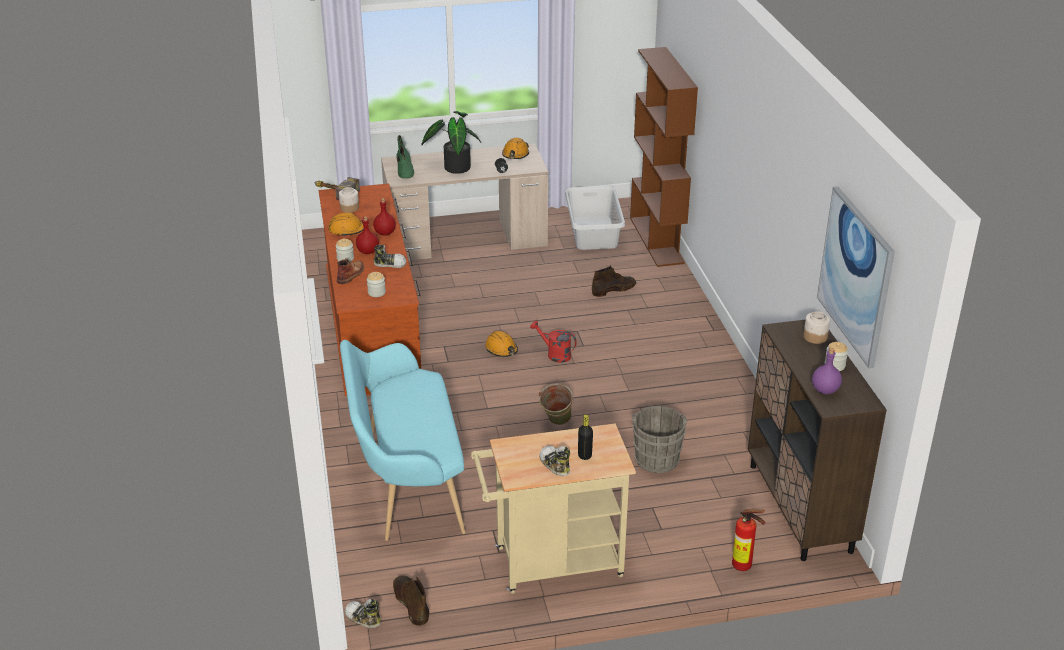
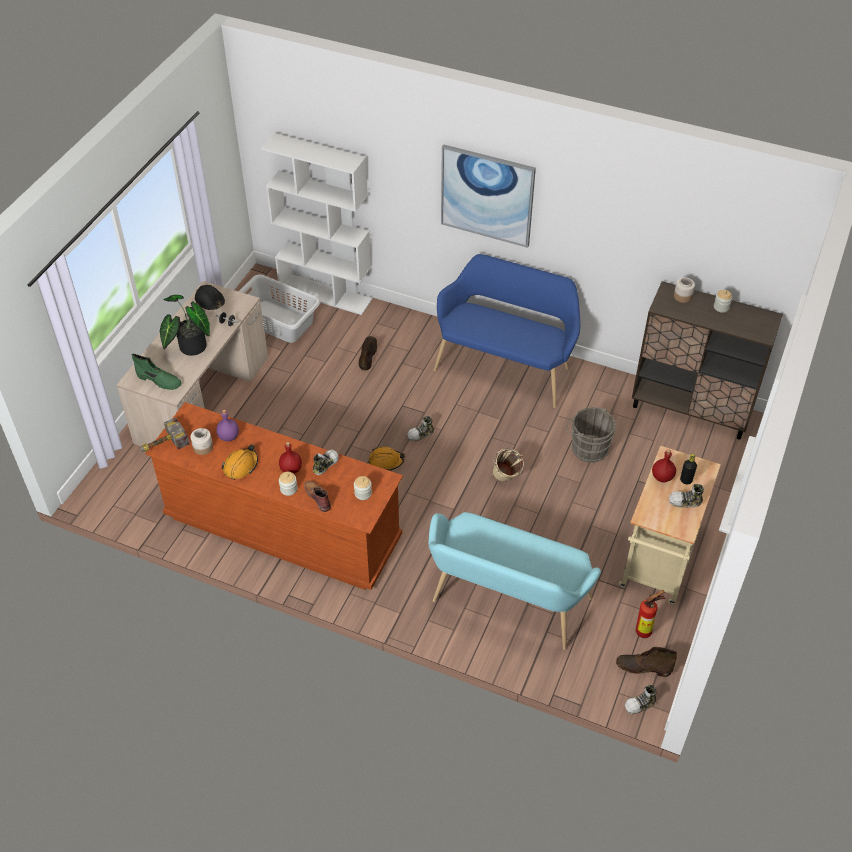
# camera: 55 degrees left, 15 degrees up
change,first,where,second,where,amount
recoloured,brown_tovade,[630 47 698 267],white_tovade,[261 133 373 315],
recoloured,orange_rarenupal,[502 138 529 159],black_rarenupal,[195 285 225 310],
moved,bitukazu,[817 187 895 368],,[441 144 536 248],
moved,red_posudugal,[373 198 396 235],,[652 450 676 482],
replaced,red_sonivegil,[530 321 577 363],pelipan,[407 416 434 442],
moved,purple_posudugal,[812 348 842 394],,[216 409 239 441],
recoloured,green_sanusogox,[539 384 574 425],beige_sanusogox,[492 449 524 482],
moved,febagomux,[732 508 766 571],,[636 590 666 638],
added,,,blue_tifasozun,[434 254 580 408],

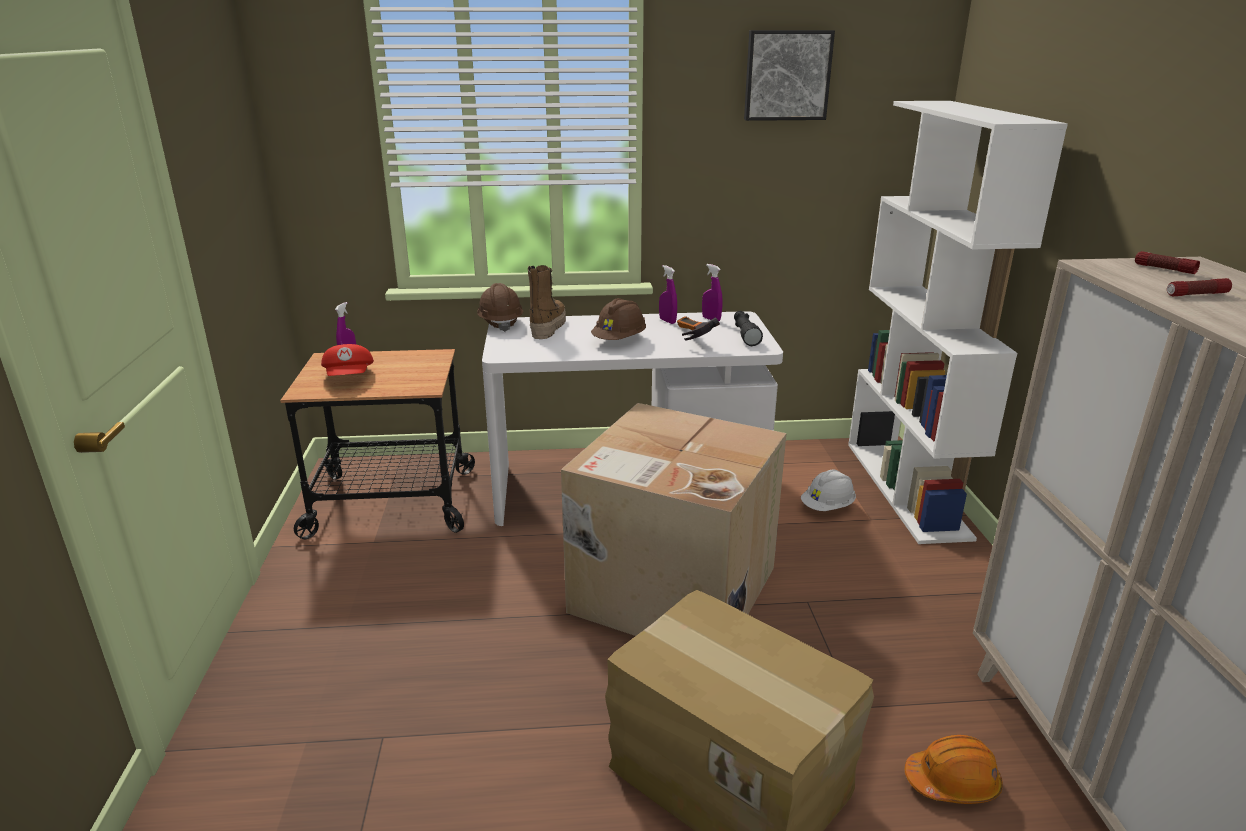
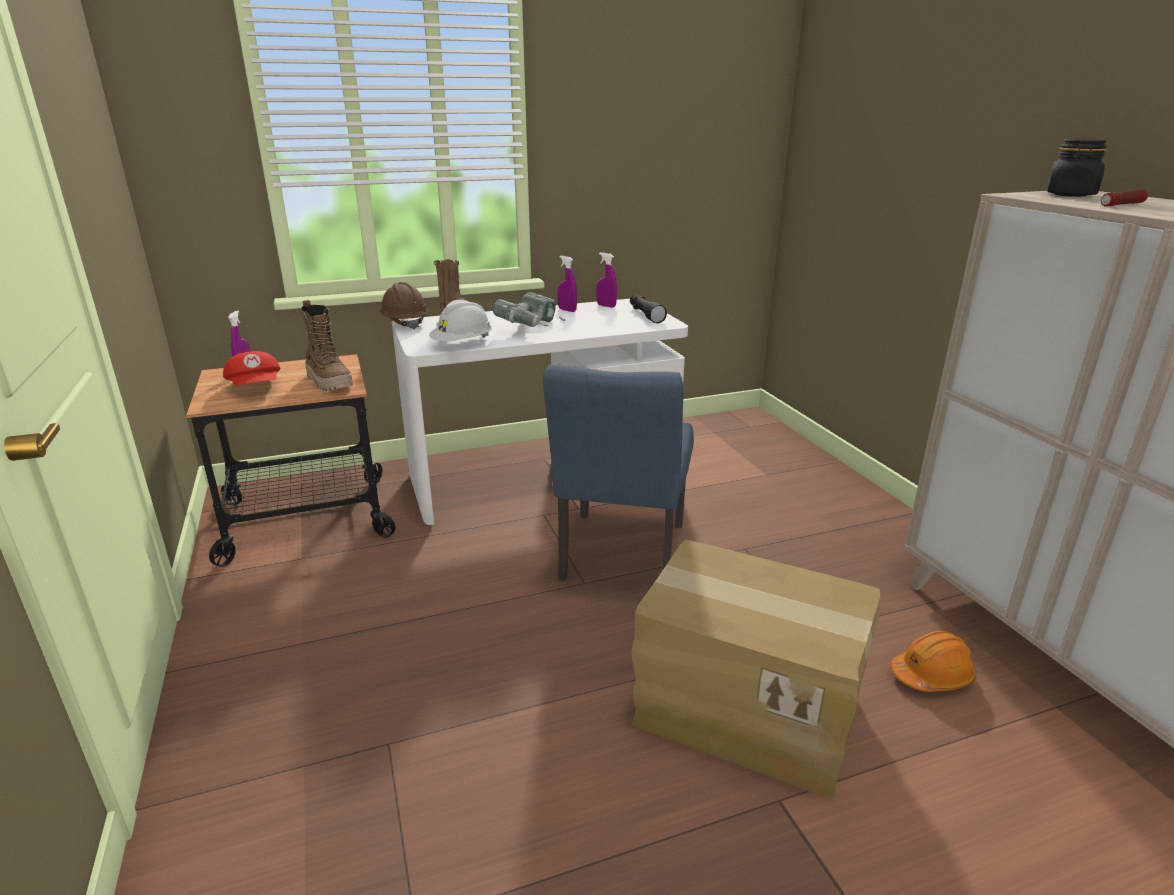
# camera: 15 degrees left, 0 degrees up
change,first,where,second,where,amount
removed,bitukazu,[744 30 835 121],,,
removed,white_tovade,[848 101 1068 544],,,
replaced,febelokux,[1135 251 1200 274],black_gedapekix,[1046 138 1107 197],
replaced,brown_rarenupal,[591 298 646 340],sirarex,[493 292 565 327],
removed,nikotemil,[677 316 720 340],,,
replaced,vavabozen,[561 403 786 636],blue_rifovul,[543 364 694 581],
moved,white_rarenupal,[801 470 856 511],,[429 300 492 342],
added,,,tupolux,[301 300 353 391],

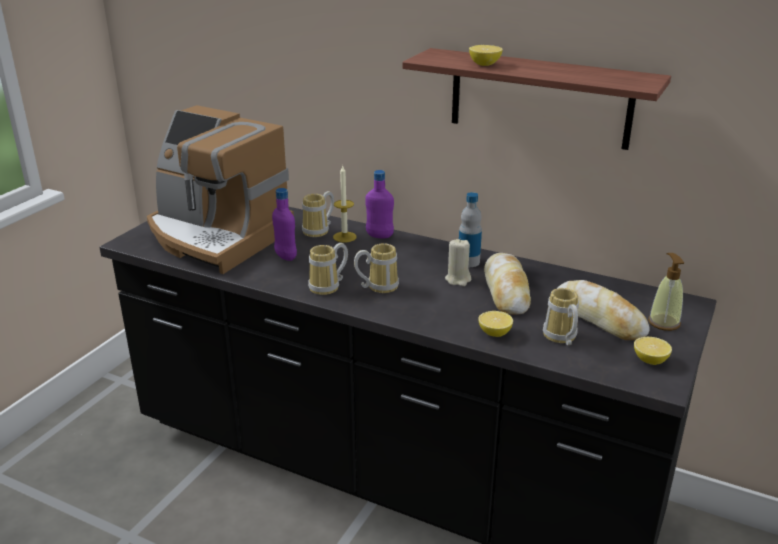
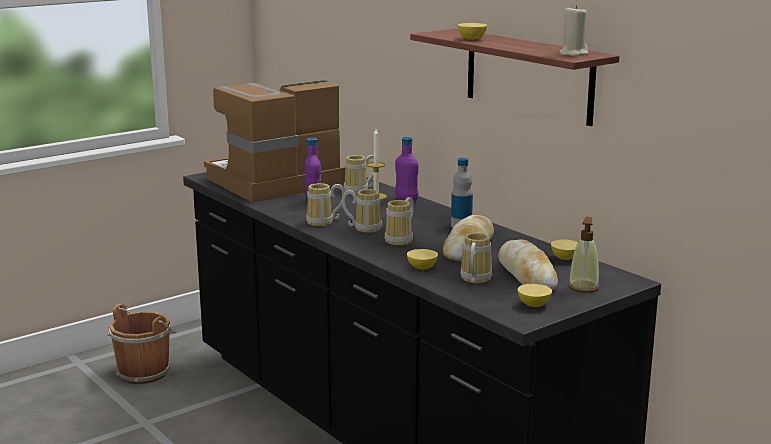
# camera: 25 degrees right, 10 degrees down
change,first,where,second,where,amount
turned,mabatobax,[147 105 294 274],,[204 80 346 203],90 degrees clockwise
moved,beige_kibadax,[445 239 471 286],,[560 5 588 56],
added,,,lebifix,[385 197 414 245],
added,,,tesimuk,[551 240 578 260],
added,,,brown_sanusogox,[108 304 177 384],

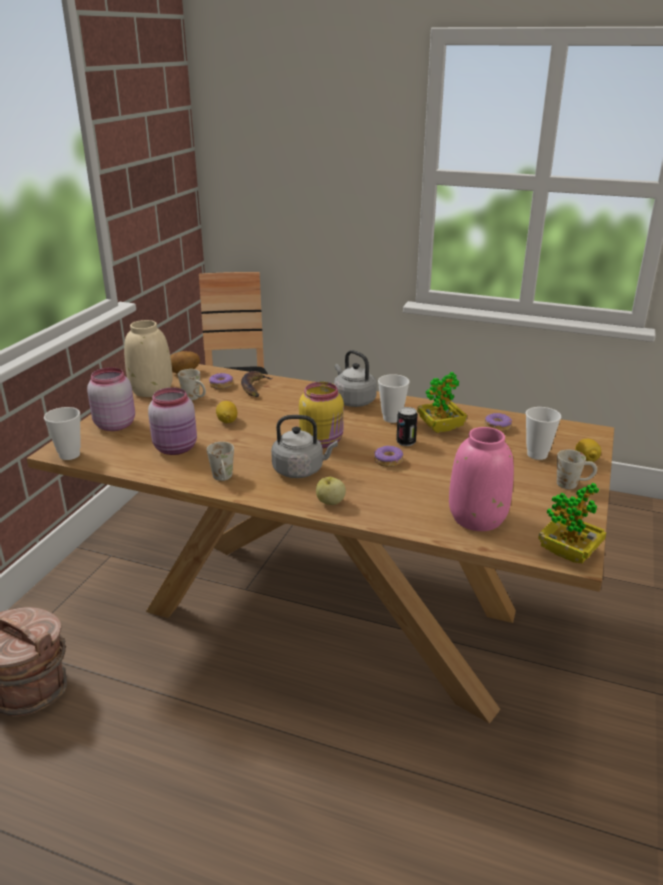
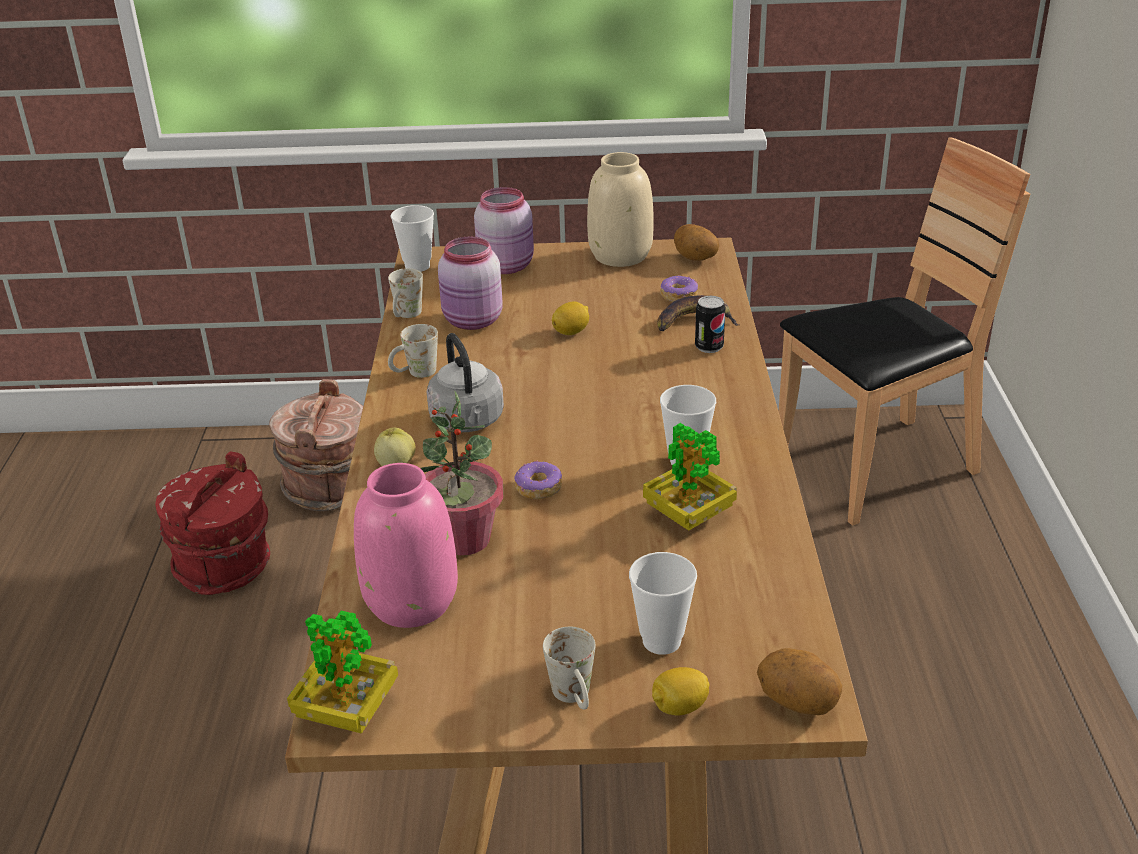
# camera: 70 degrees right, 5 degrees up
change,first,where,second,where,amount
removed,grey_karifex,[334 350 377 407],,,
moved,white_lebifix,[178 369 206 400],,[388 268 423 318],
removed,yellow_gedapekix,[299 382 344 448],,,
moved,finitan,[396 407 418 446],,[695 296 725 353],
removed,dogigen,[485 413 512 432],,,
added,,,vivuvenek,[420 391 503 555],
added,,,red_sanusogox,[155 451 270 595],
added,,,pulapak,[757 648 842 715],

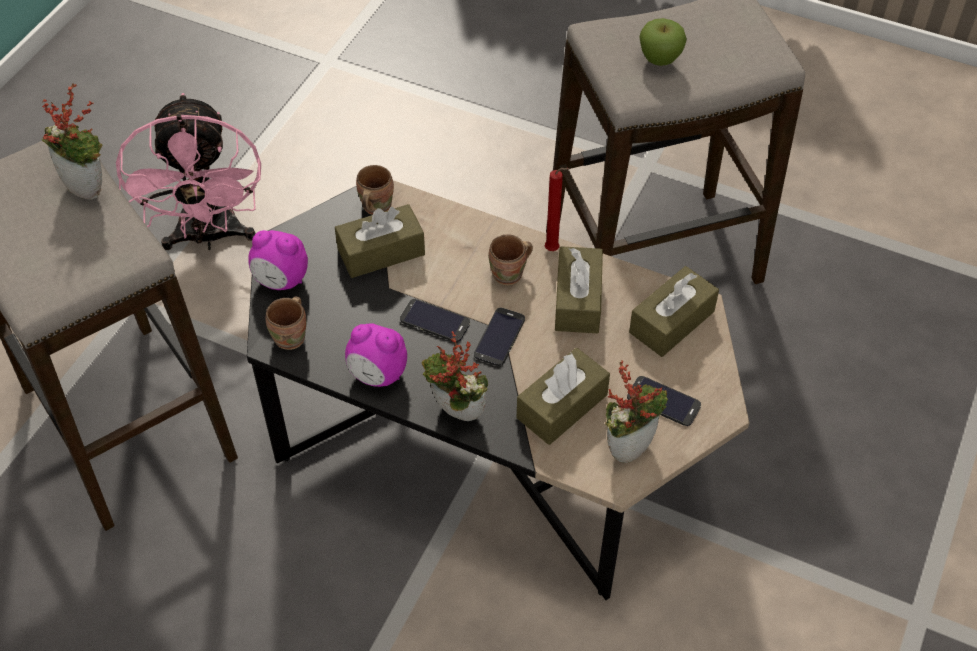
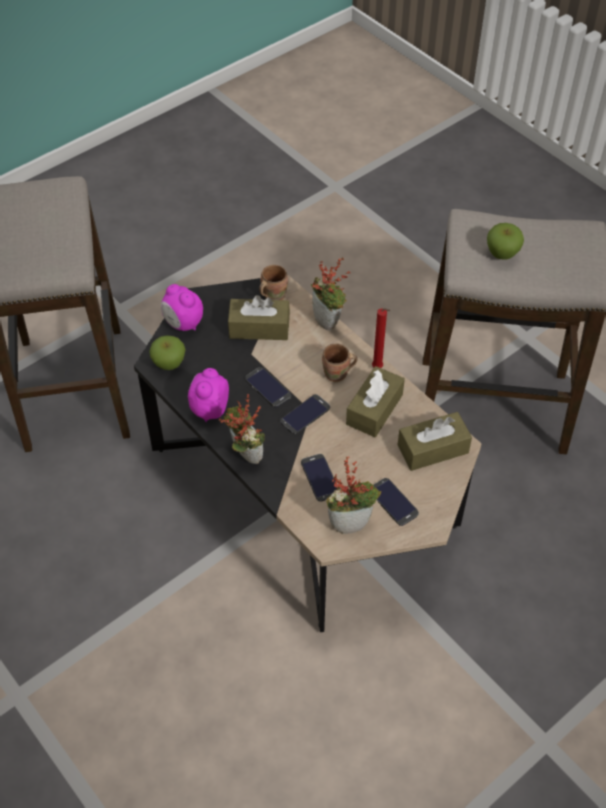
# camera: 25 degrees right, 0 degrees up
change,first,where,second,where,amount
moved,vivuvenek,[41 83 103 200],,[311 257 350 330],
removed,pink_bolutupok,[116 93 261 250],,,
replaced,brown_lebifix,[266 296 307 350],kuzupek,[149 336 186 370],
turned,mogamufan,[345 323 407 387],,[188 368 229 422],60 degrees clockwise
replaced,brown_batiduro,[517 348 610 445],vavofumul,[301 454 336 502],

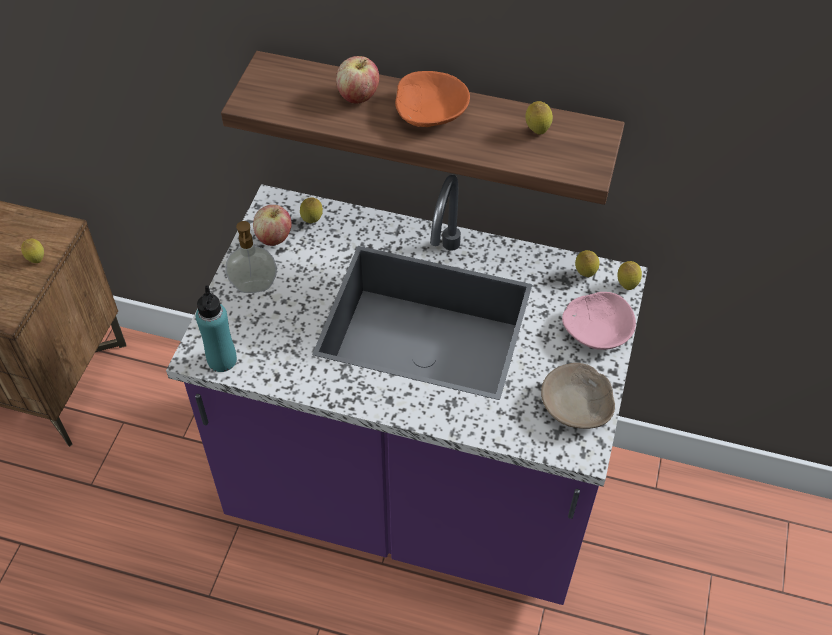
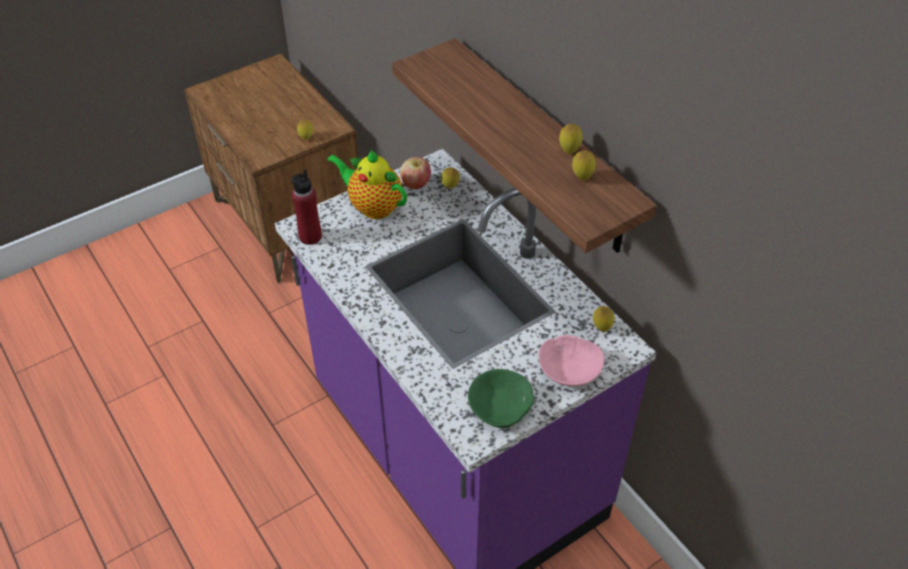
# camera: 40 degrees right, 5 degrees down
change,first,where,second,where,amount
removed,kuzupek,[336 56 379 104],,,
removed,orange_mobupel,[395 71 470 127],,,
replaced,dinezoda,[225 221 277 293],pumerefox,[327 149 407 219],
moved,tesimuk,[618 261 642 290],,[559 123 583 154],
recoloured,turquoise_posudugal,[196 286 237 372],red_posudugal,[291 169 322 245],
recoloured,beige_mobupel,[541 363 615 429],green_mobupel,[468 369 534 428],

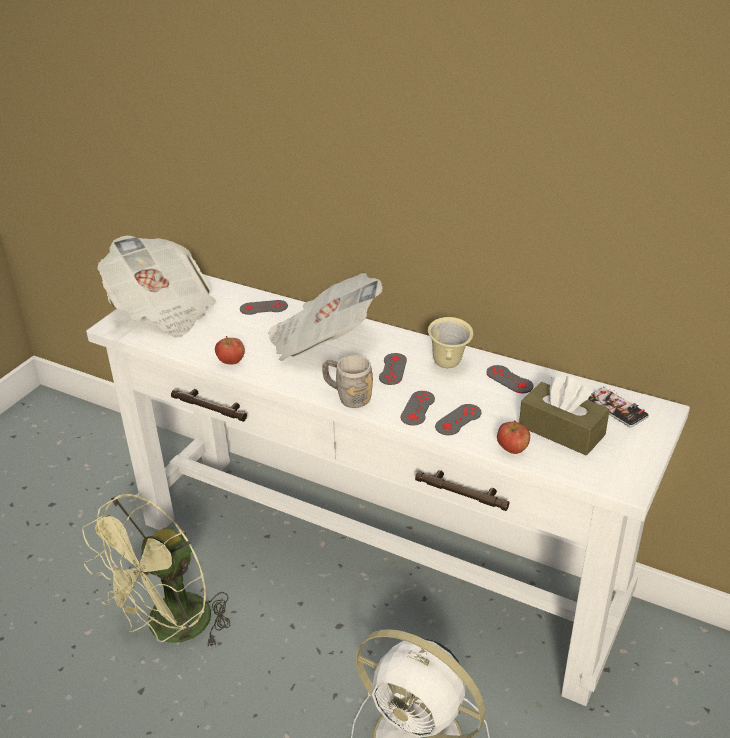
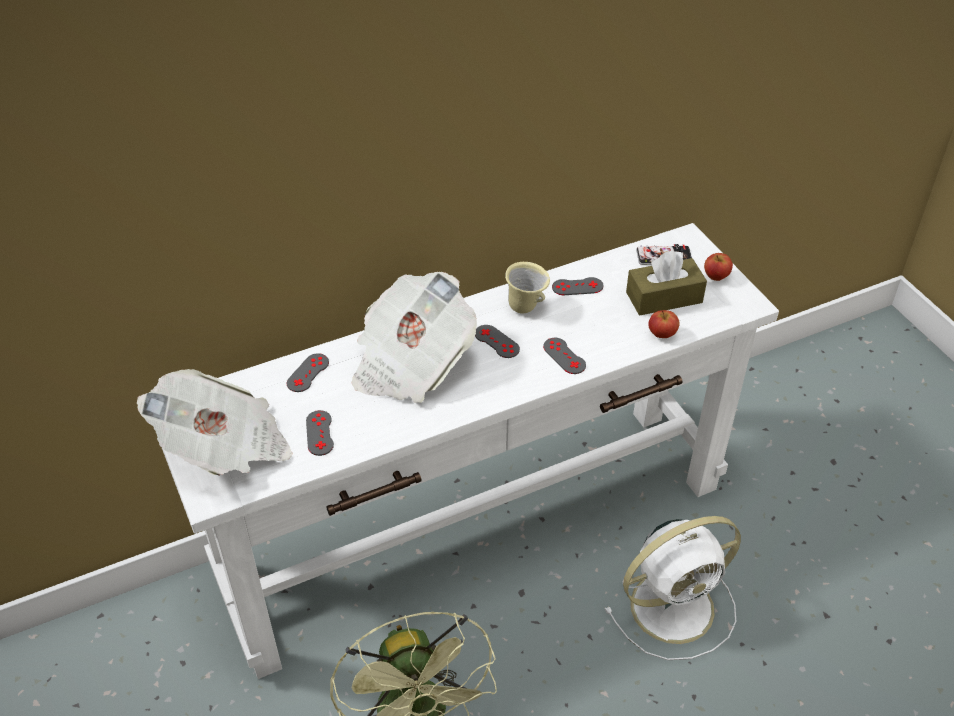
# camera: 55 degrees left, 10 degrees up
change,first,where,second,where,amount
moved,kuzupek,[215 336 245 364],,[704 253 733 281],
removed,grey_lebifix,[322 355 373 408],,,
moved,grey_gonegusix,[435 404 481 435],,[306 410 334 456],

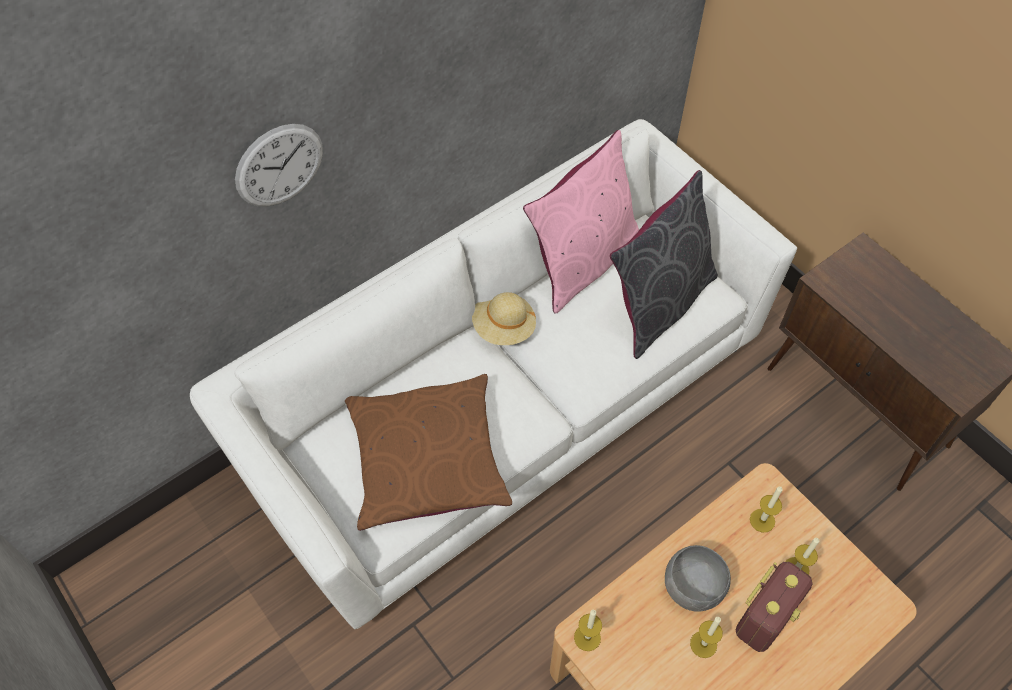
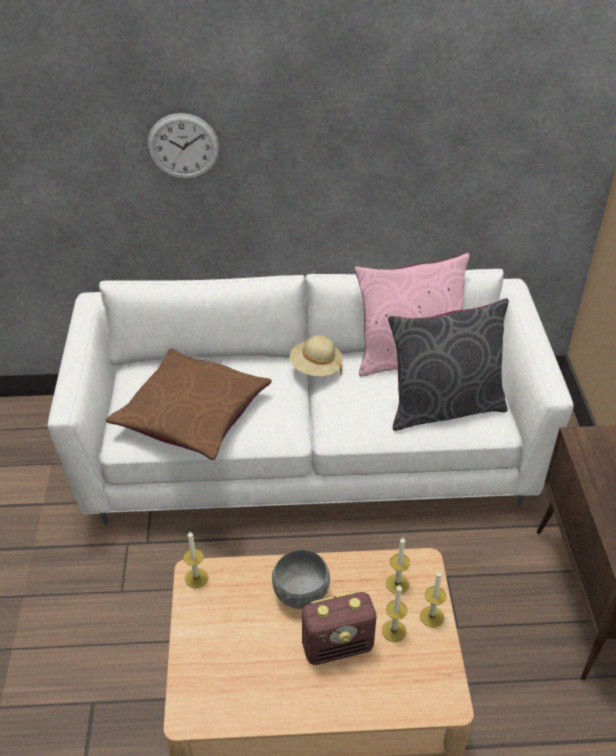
# camera: 35 degrees right, 15 degrees down
change,first,where,second,where,amount
moved,kibadax,[690 617 723 658],,[420 570 446 628],

